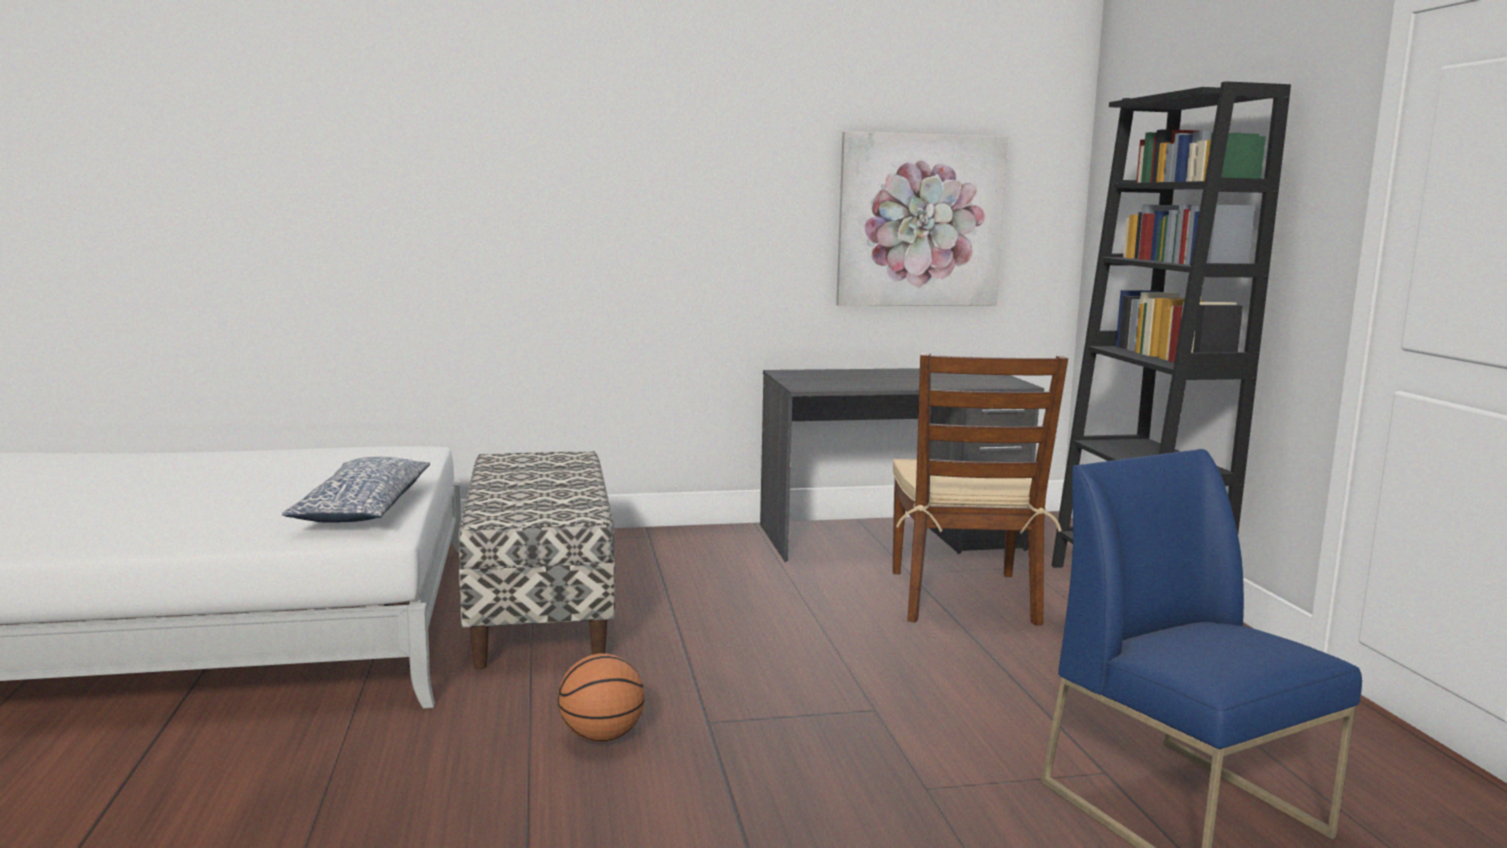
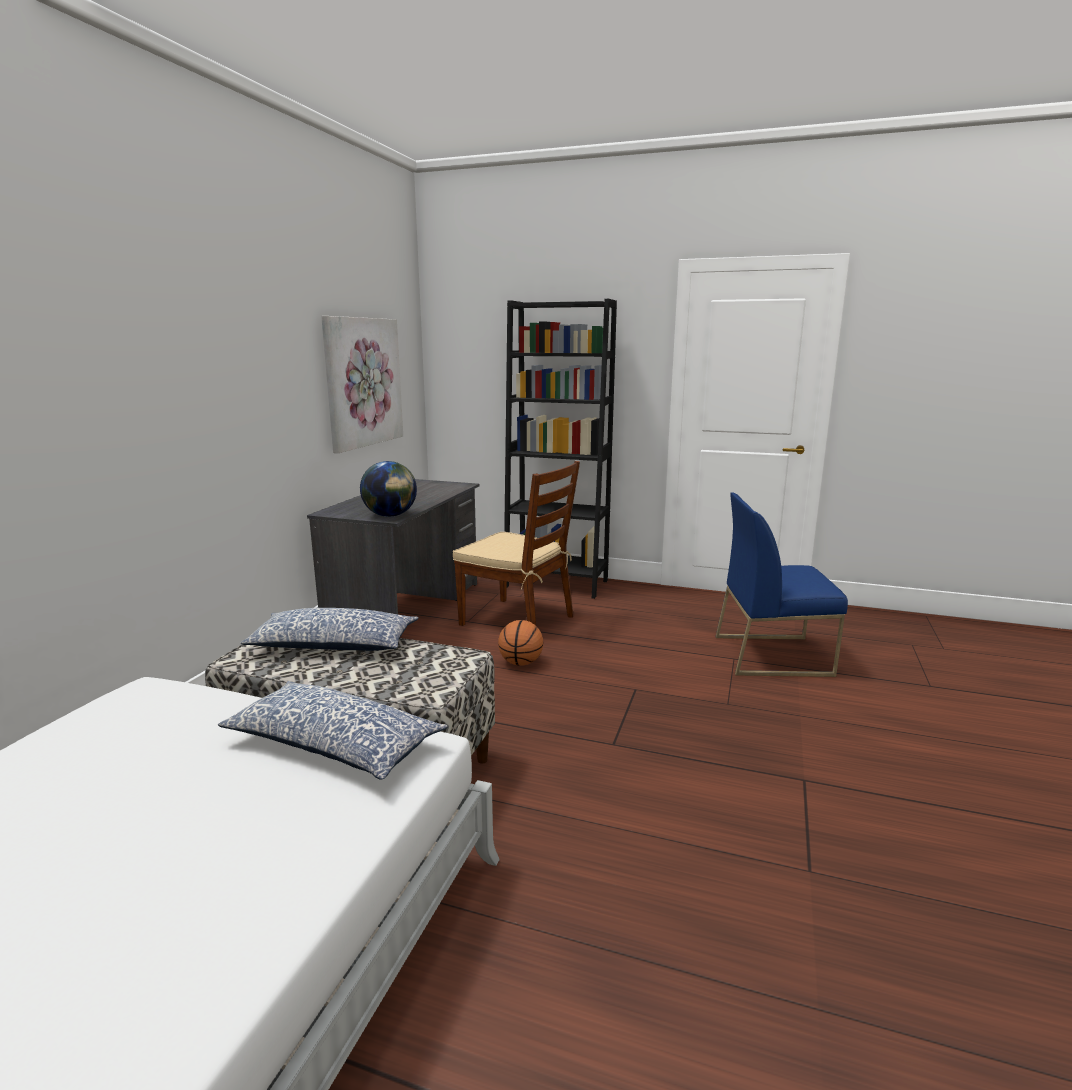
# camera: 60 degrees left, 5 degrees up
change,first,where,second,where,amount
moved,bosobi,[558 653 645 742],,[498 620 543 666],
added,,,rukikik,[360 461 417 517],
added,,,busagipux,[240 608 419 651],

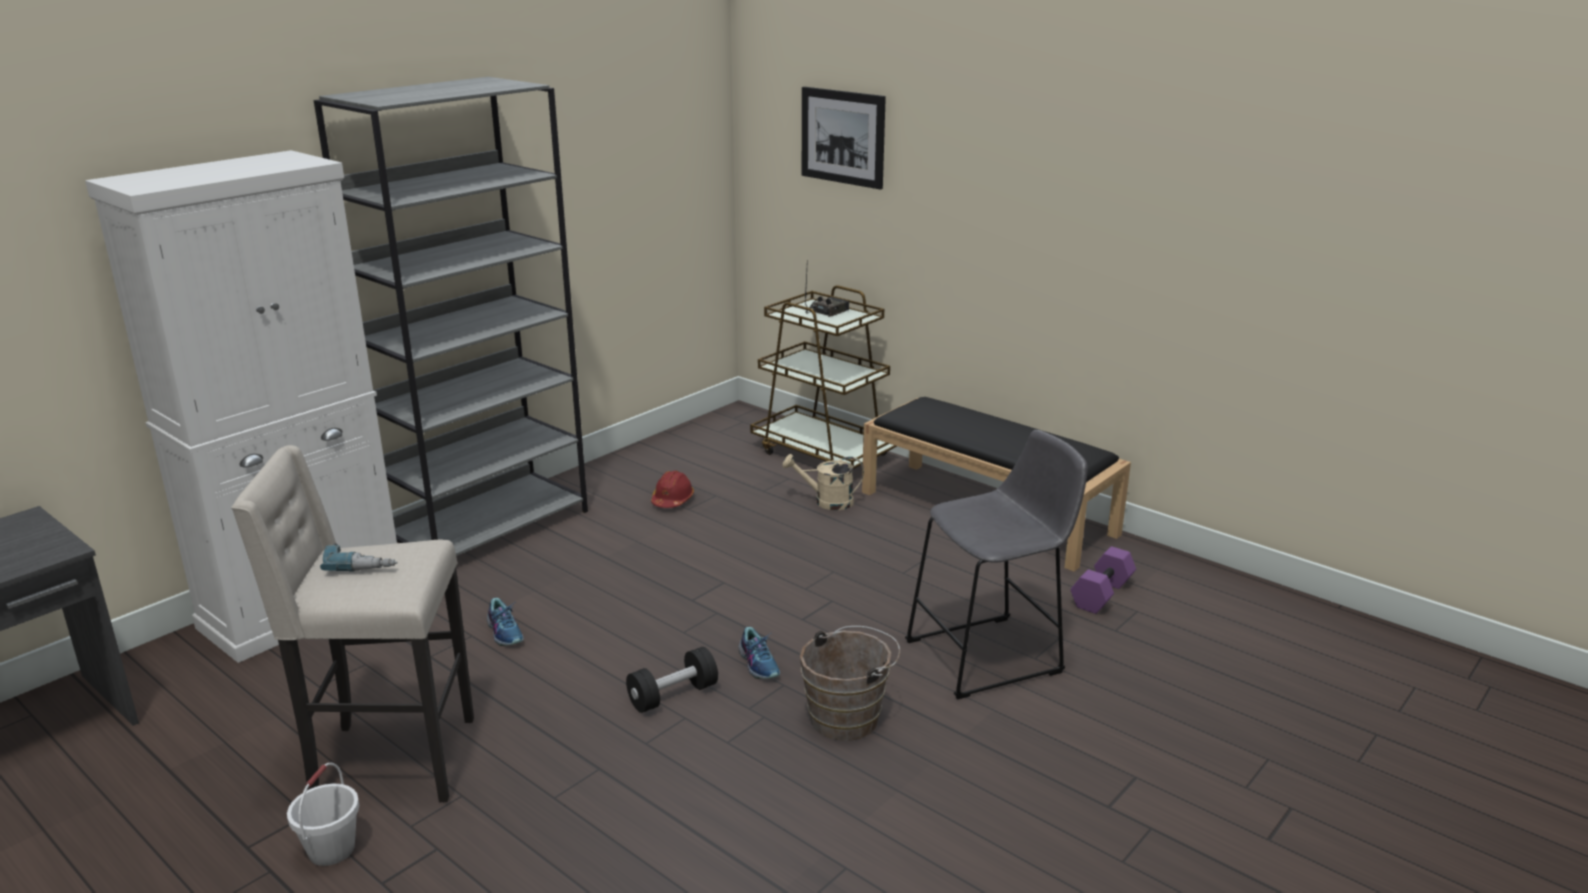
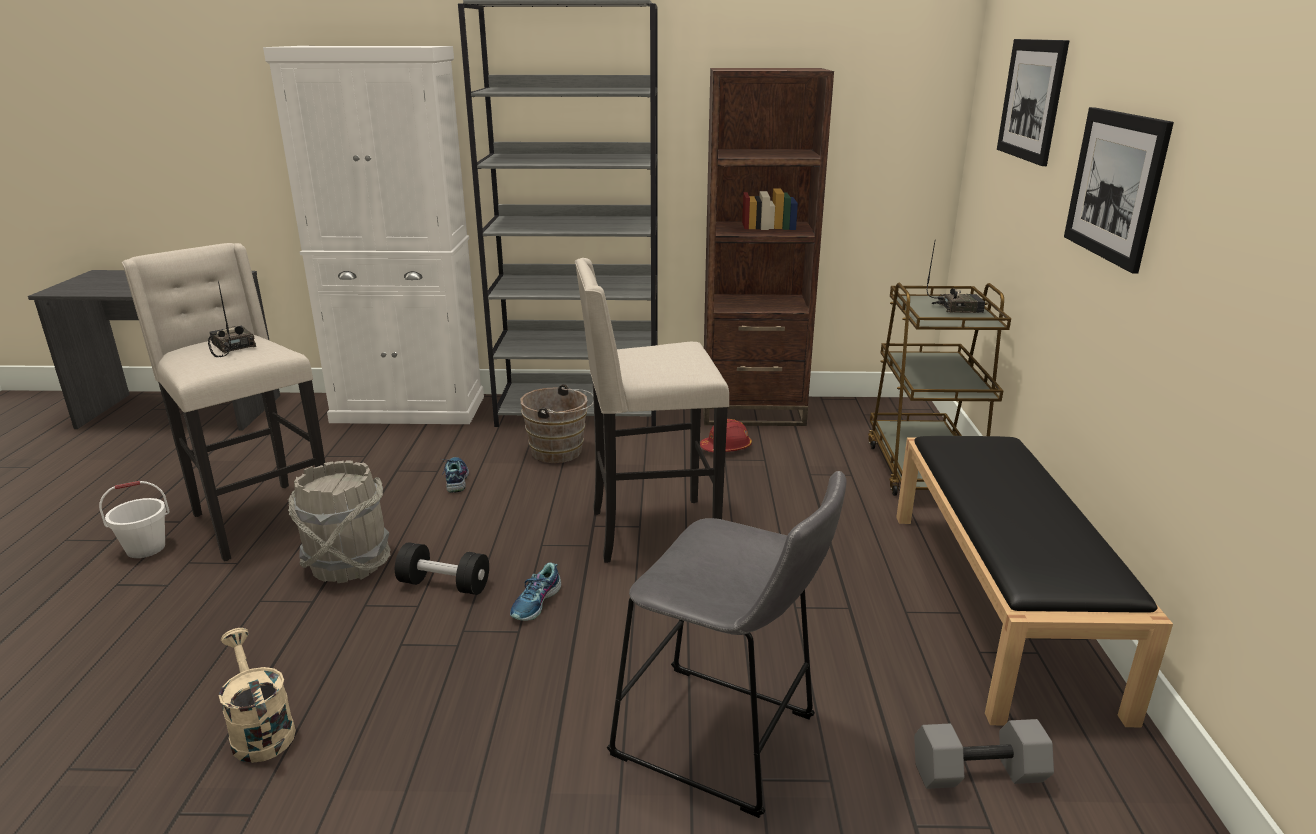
# camera: 50 degrees right, 0 degrees up
change,first,where,second,where,amount
moved,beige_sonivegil,[783 454 864 510],,[219 628 296 763],
replaced,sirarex,[320 543 397 572],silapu,[208 281 256 357],
recoloured,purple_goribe,[1071 546 1136 614],grey_goribe,[914 719 1054 789],
turned,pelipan,[487 598 524 646],,[442 457 469 493],150 degrees clockwise
moved,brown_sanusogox,[800 626 900 741],,[520 384 594 463],
added,,,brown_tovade,[703 68 834 426],
added,,,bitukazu,[1064 107 1174 274],
added,,,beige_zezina,[575 258 729 563],
added,,,grey_sanusogox,[288 460 391 583],

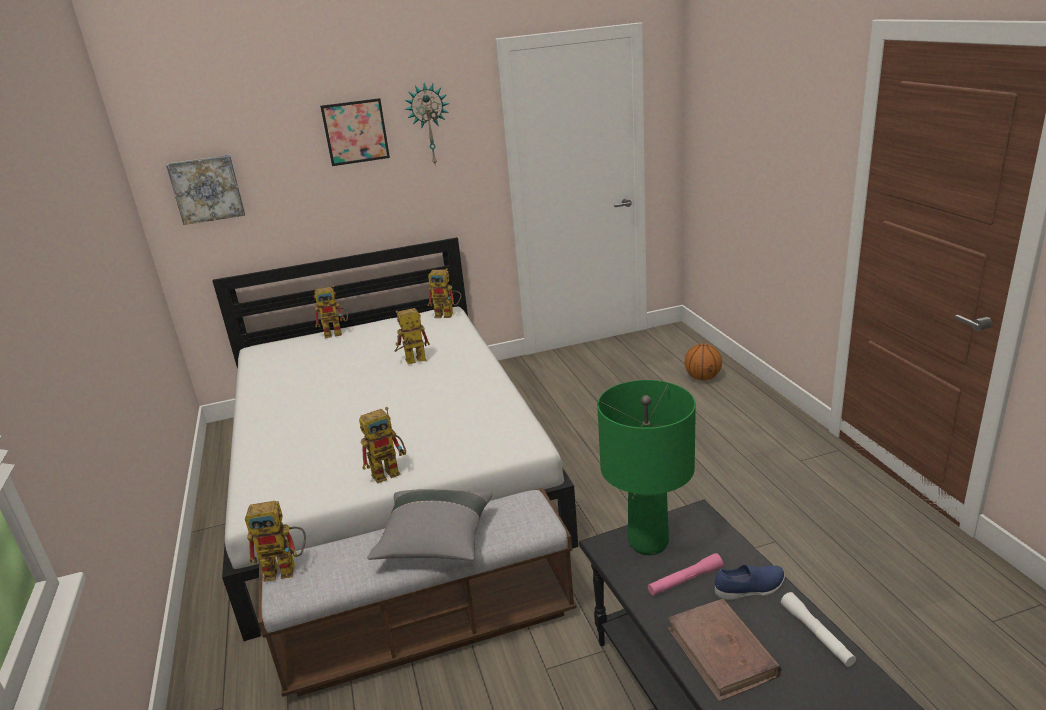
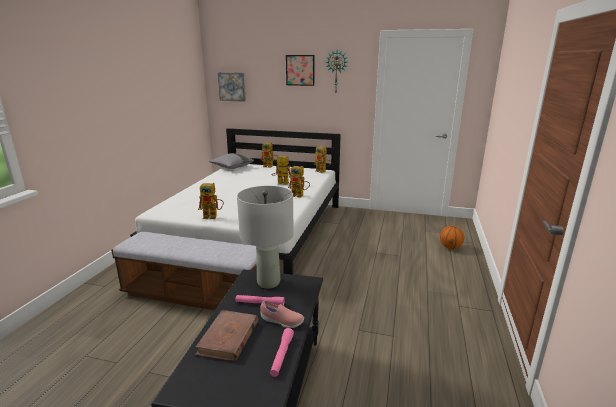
# camera: 30 degrees right, 5 degrees down
change,first,where,second,where,amount
recoloured,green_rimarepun,[597 380 696 555],grey_rimarepun,[237 186 294 289],
moved,grey_busagipux,[367 489 492 561],,[209 153 254 169],
moved,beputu,[245 501 306 582],,[288 166 310 198],
recoloured,blue_pelipan,[715 565 785 601],pink_pelipan,[260 300 304 328],
recoloured,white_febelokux,[781 592 856 667],pink_febelokux,[270 328 294 377],

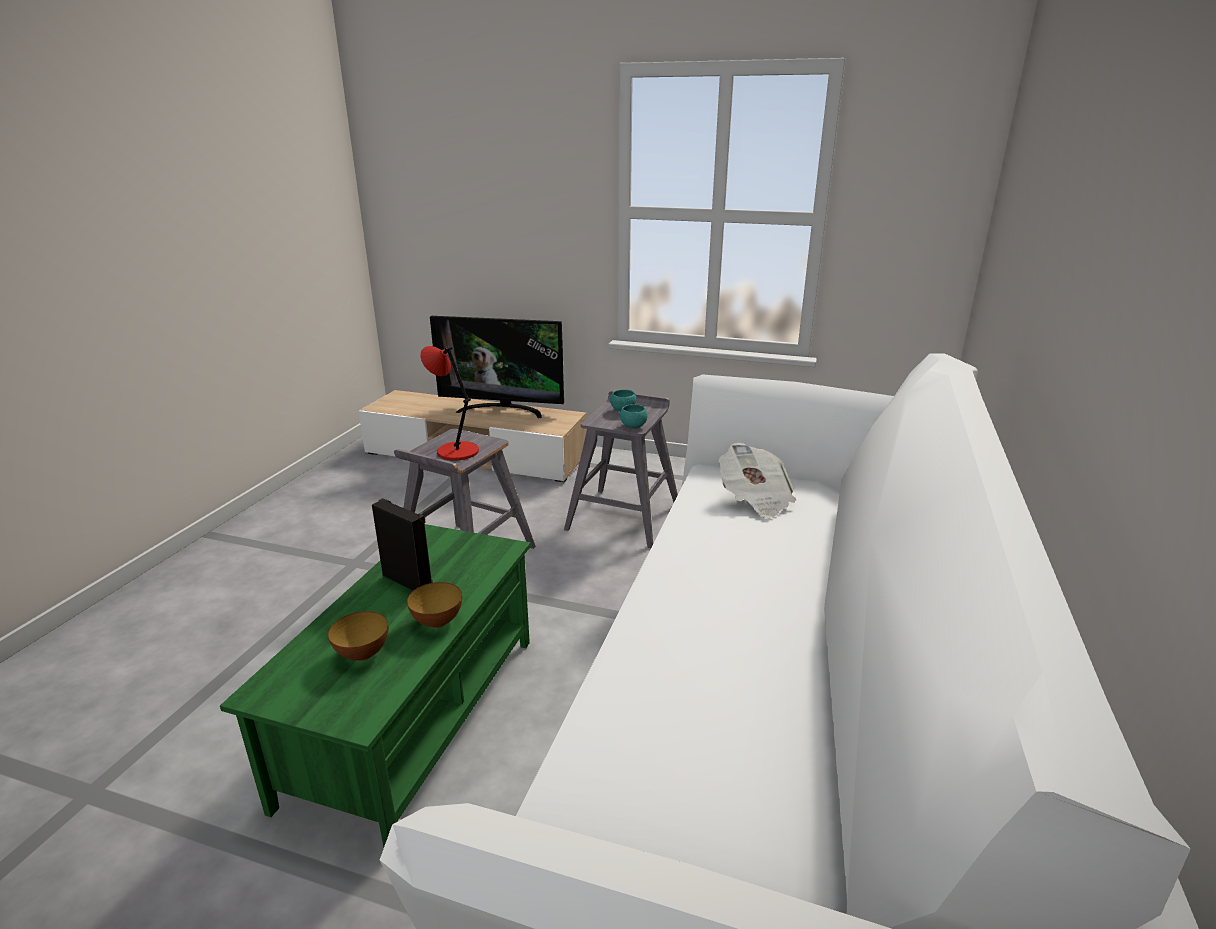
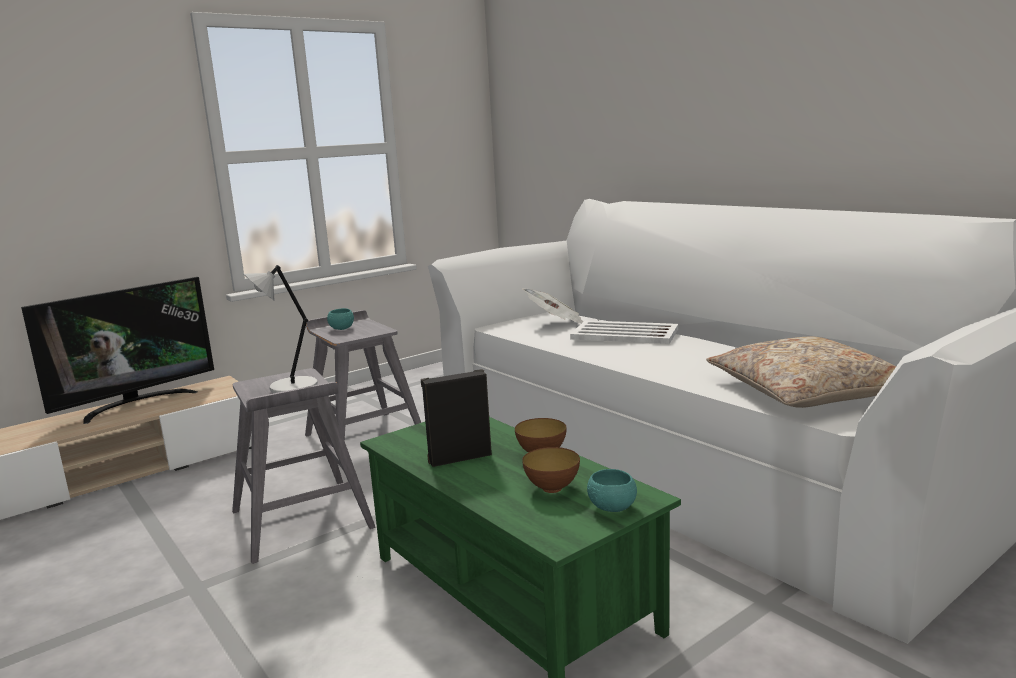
# camera: 55 degrees left, 10 degrees down
change,first,where,second,where,amount
recoloured,red_rimarepun,[420 346 479 461],grey_rimarepun,[244 265 318 393],
moved,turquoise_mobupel,[620 404 648 429],,[587 469 637 512],
added,,,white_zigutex,[570 320 678 344],
added,,,beige_busagipux,[706 337 896 408],

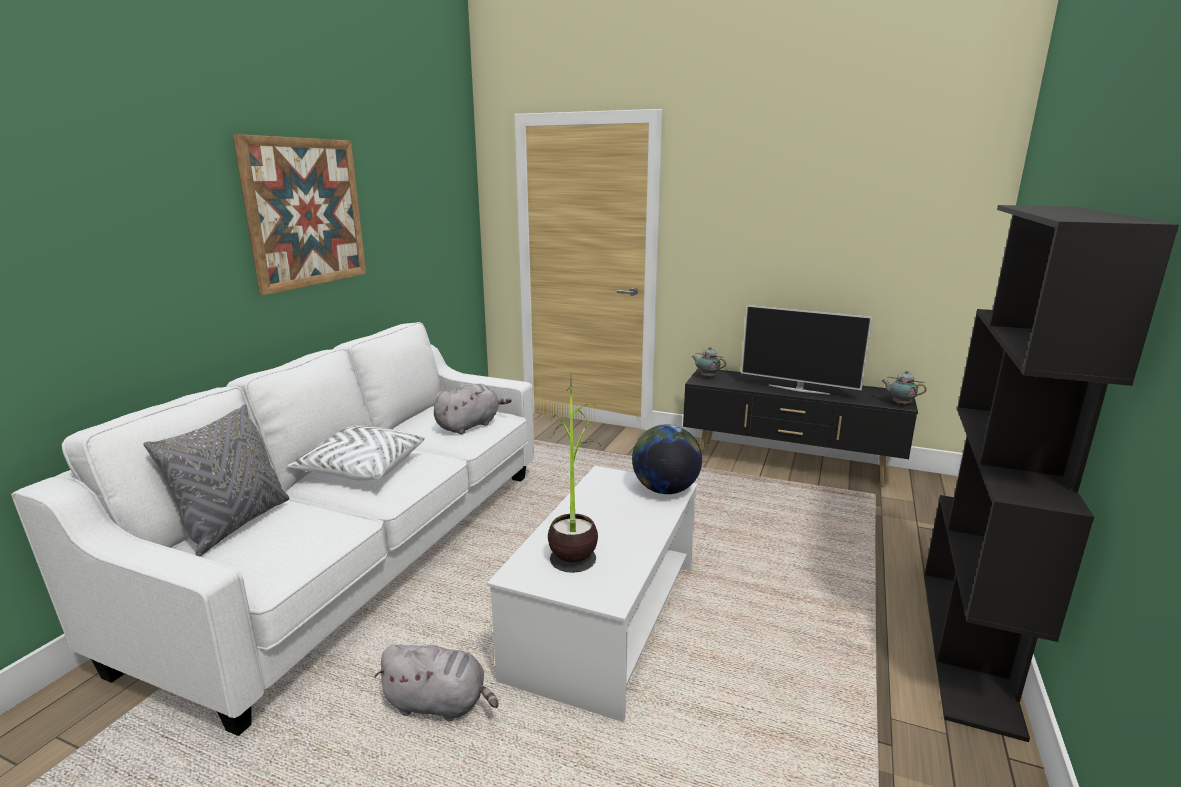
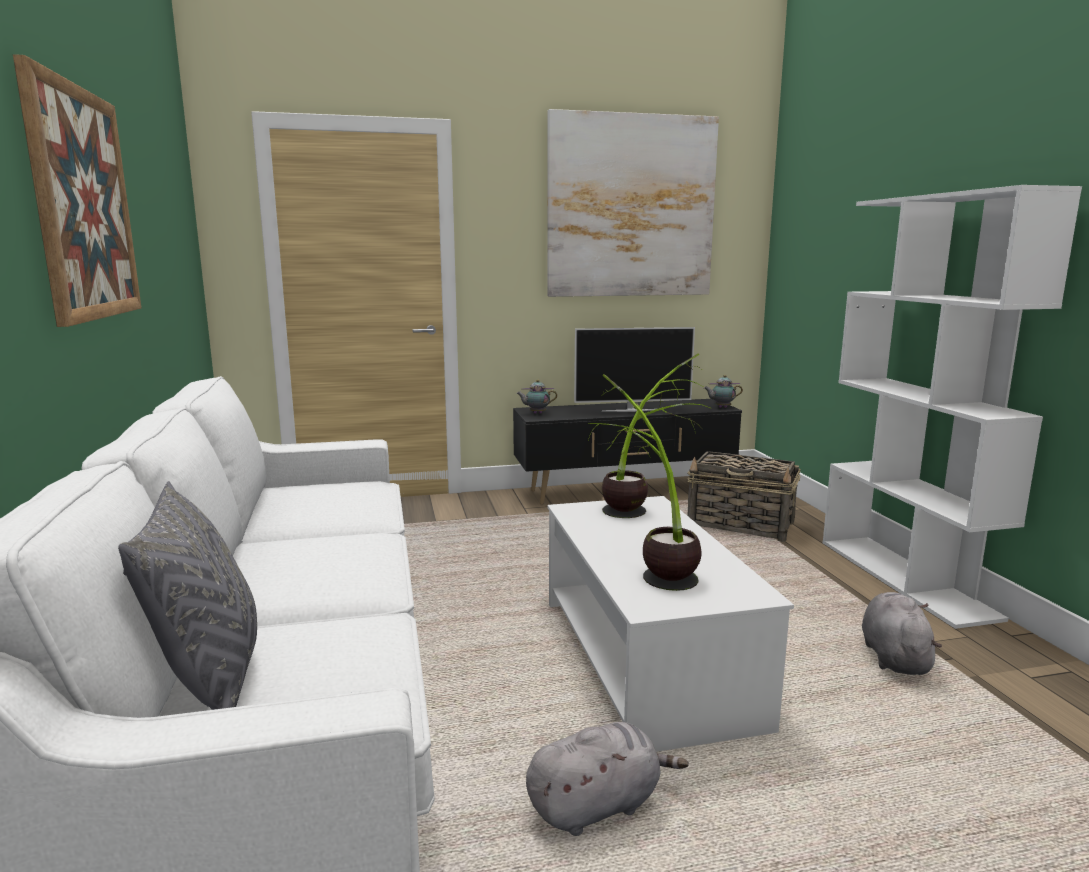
# camera: 35 degrees left, 5 degrees down
change,first,where,second,where,amount
recoloured,black_tovade,[924 205 1179 742],white_tovade,[823 185 1082 629],
moved,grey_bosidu,[434 383 512 434],,[862 592 942 675],
removed,white_busagipux,[287 425 425 481],,,
replaced,rukikik,[632 425 702 494],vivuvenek,[602 353 712 518],
added,,,bitukazu,[547 109 719 297],
added,,,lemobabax,[687 451 801 542],

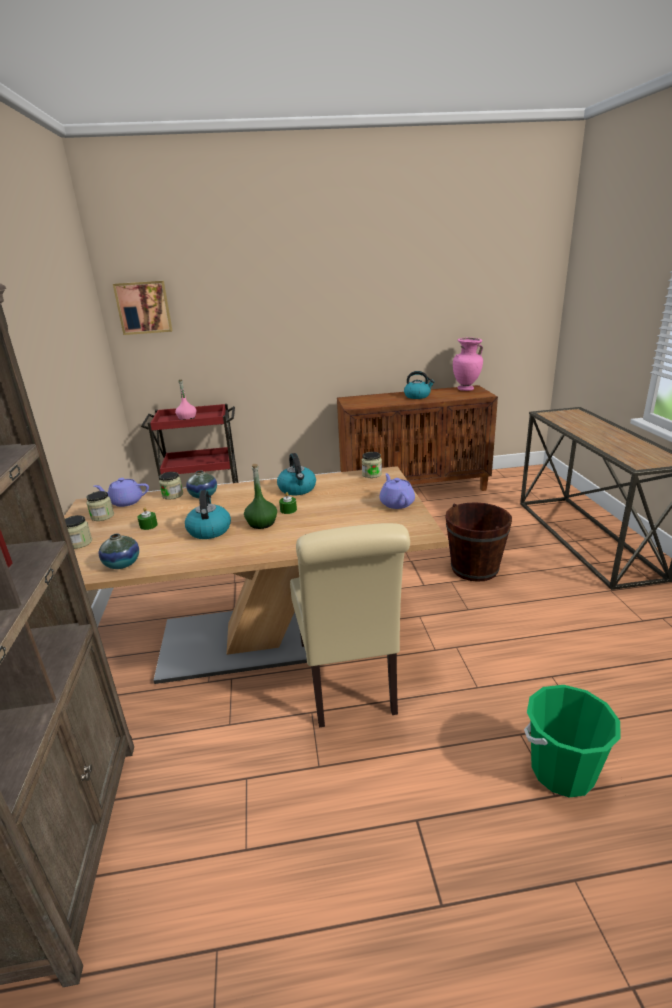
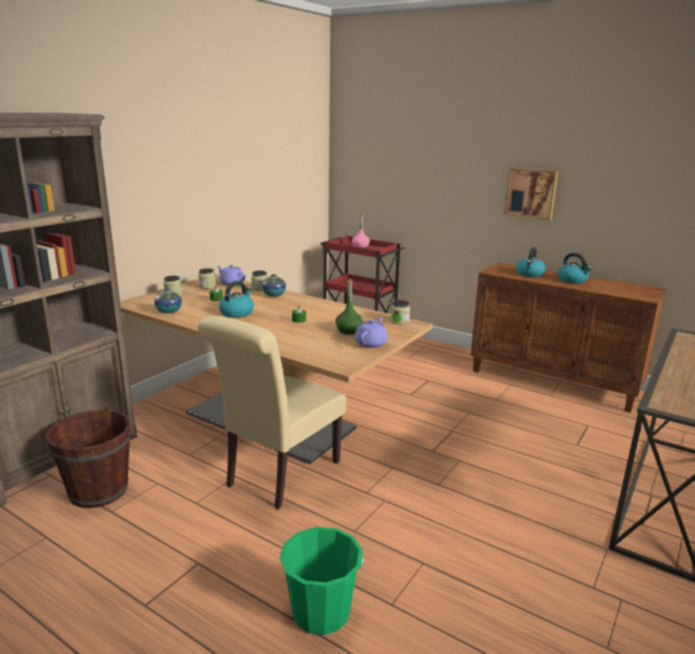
# camera: 40 degrees right, 5 degrees down
change,first,where,second,where,amount
moved,bitukazu,[113 281 173 335],,[504 168 558 220],
removed,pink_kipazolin,[453 338 483 391],,,
moved,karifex,[277 453 316 495],,[516 247 546 277],
moved,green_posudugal,[244 464 277 529],,[335 279 363 334],
moved,brown_sanusogox,[445 502 512 582],,[46 407 131 508],

